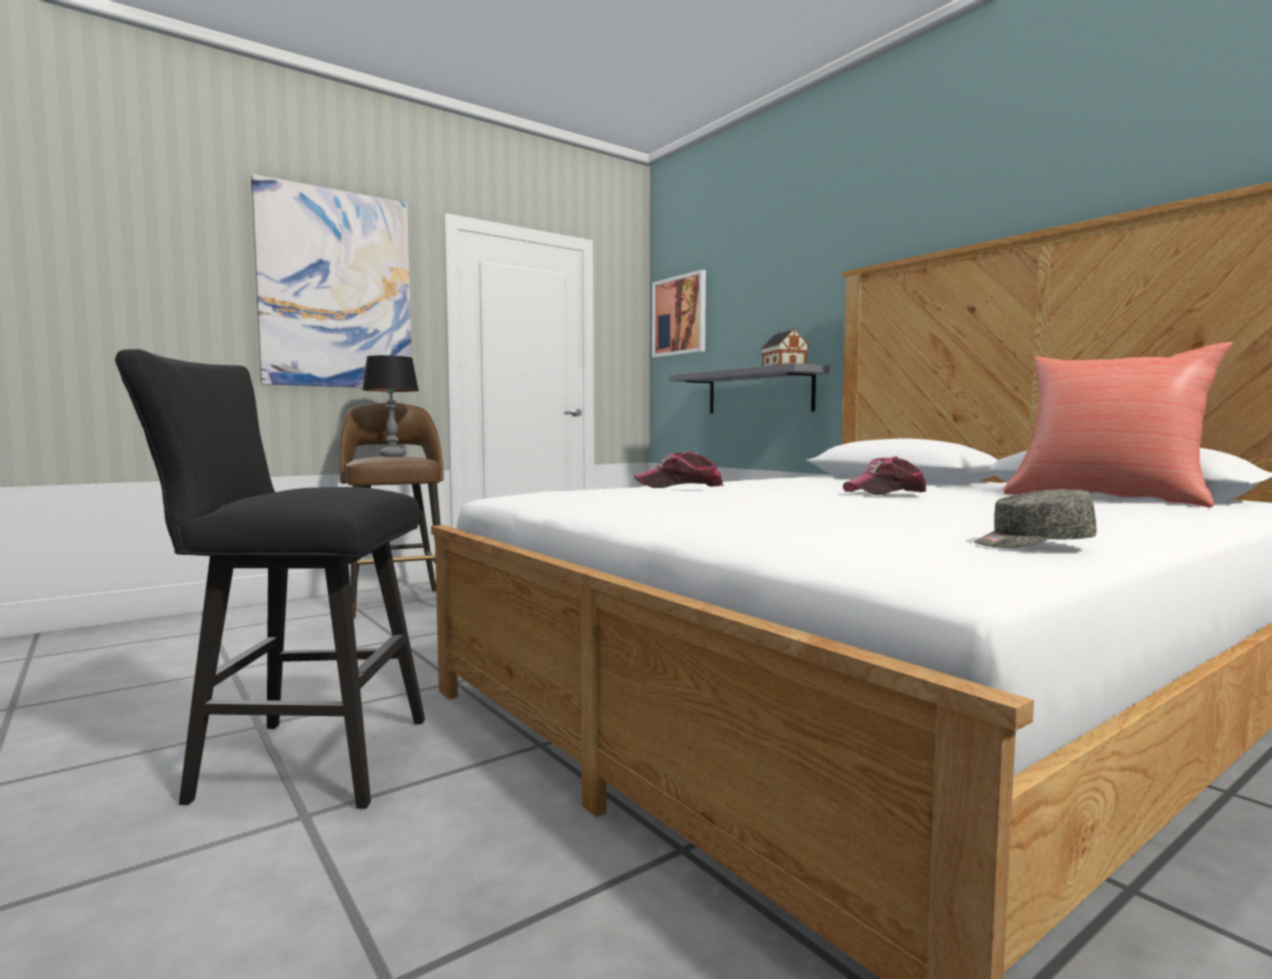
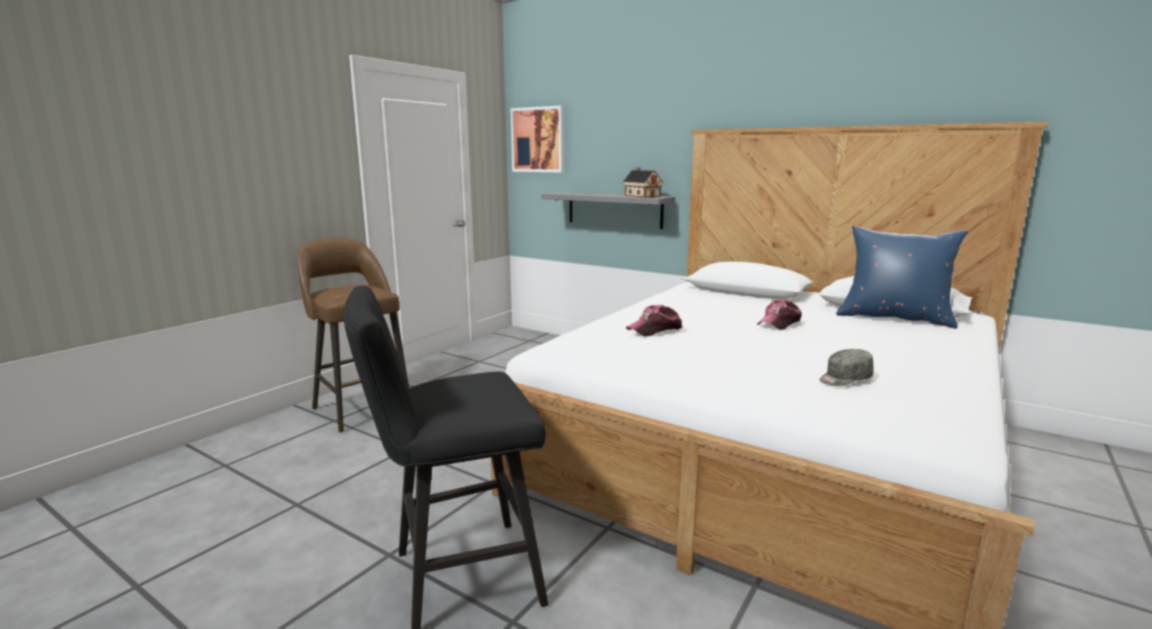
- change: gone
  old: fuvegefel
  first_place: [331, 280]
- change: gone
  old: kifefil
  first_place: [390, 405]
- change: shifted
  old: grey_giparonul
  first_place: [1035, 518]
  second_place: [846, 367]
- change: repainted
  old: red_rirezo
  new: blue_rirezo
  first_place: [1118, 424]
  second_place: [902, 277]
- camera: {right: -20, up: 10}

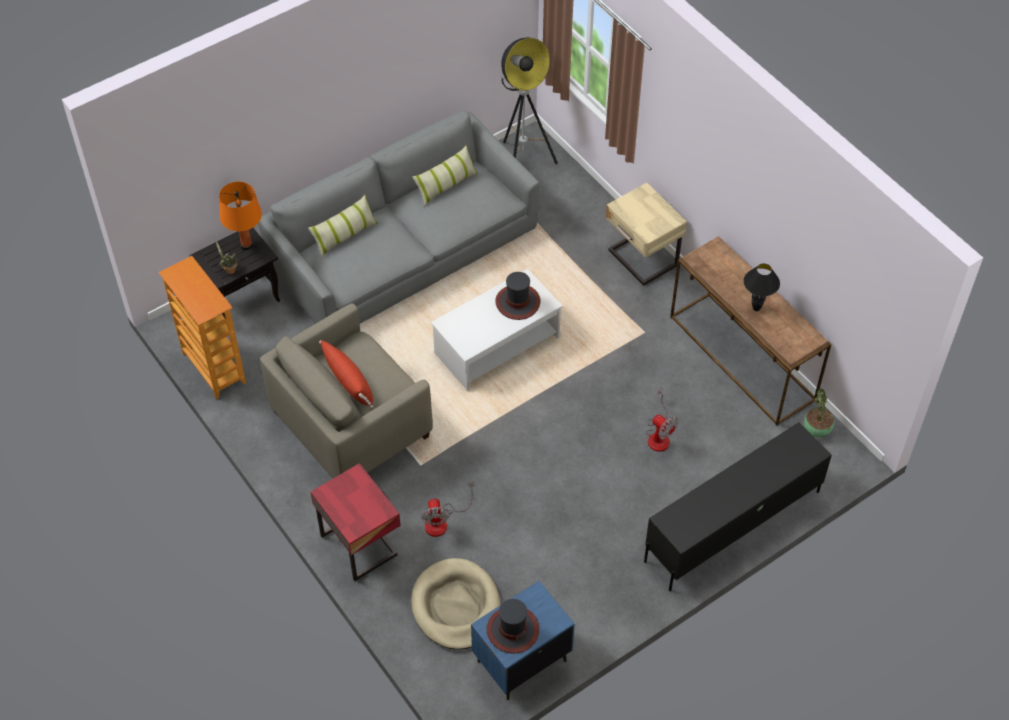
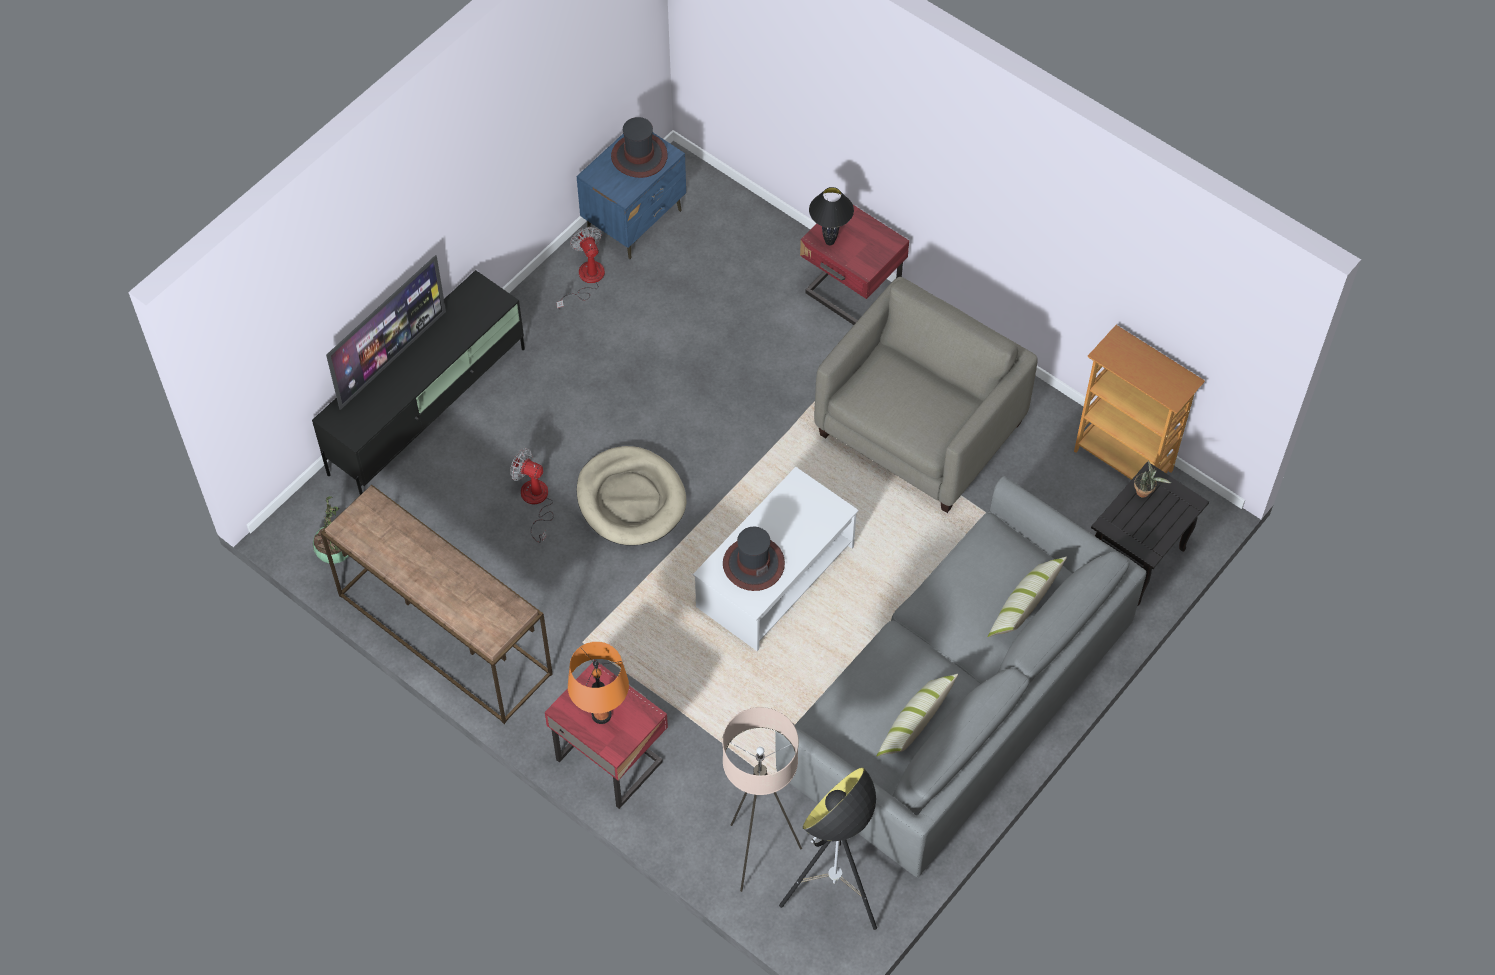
- change: gone
  old: red_rirezo
  first_place: [346, 374]
- change: new
  new: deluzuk
  second_place: [386, 332]
- change: new
  new: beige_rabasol
  second_place: [762, 799]
- change: shifted
  old: orange_kifefil
  first_place: [240, 216]
  second_place: [598, 683]
- change: shifted
  old: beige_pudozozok
  first_place: [455, 604]
  second_place: [631, 496]
- change: shifted
  old: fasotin
  first_place: [447, 509]
  second_place: [580, 268]
- change: shifted
  old: black_kifefil
  first_place: [762, 287]
  second_place: [831, 216]
- change: repainted
  old: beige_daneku
  new: red_daneku
  first_place: [646, 234]
  second_place: [606, 734]
- camera: {right: 165, up: 5}

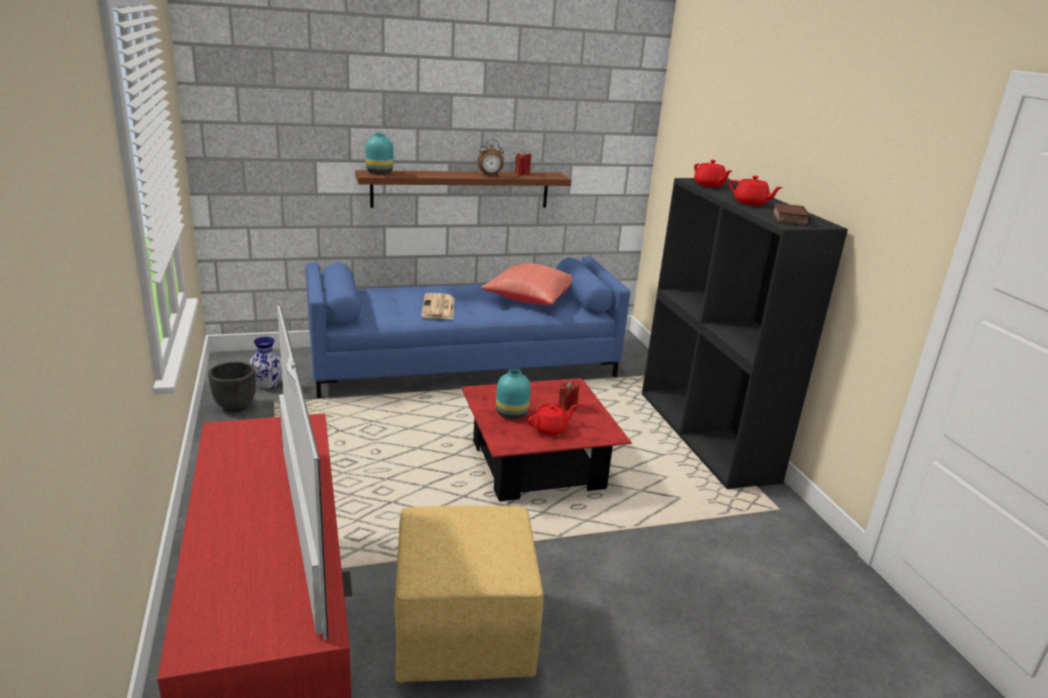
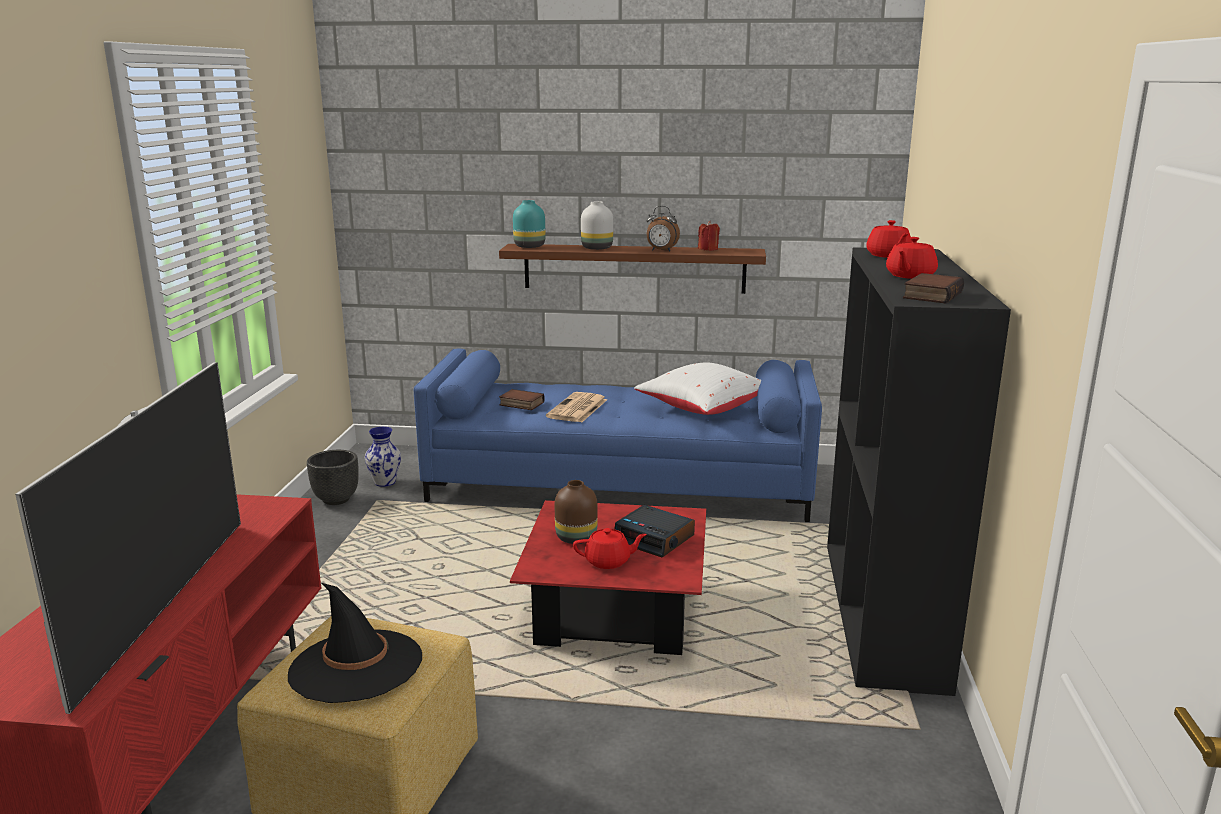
- change: new
  new: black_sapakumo
  second_place: [355, 643]
- change: new
  new: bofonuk
  second_place: [522, 399]
- change: new
  new: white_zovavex
  second_place: [597, 225]
- change: swapped
  old: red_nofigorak
  new: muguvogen
  first_place: [569, 396]
  second_place: [654, 531]
- change: repainted
  old: red_rirezo
  new: white_rirezo
  first_place: [526, 284]
  second_place: [697, 389]
- change: repainted
  old: turquoise_zovavex
  new: brown_zovavex
  first_place: [513, 394]
  second_place: [576, 512]
- change: rotated
  old: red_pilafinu
  first_place: [756, 190]
  second_place: [912, 258]
  degrees: 60
- camera: {right: 25, up: -5}

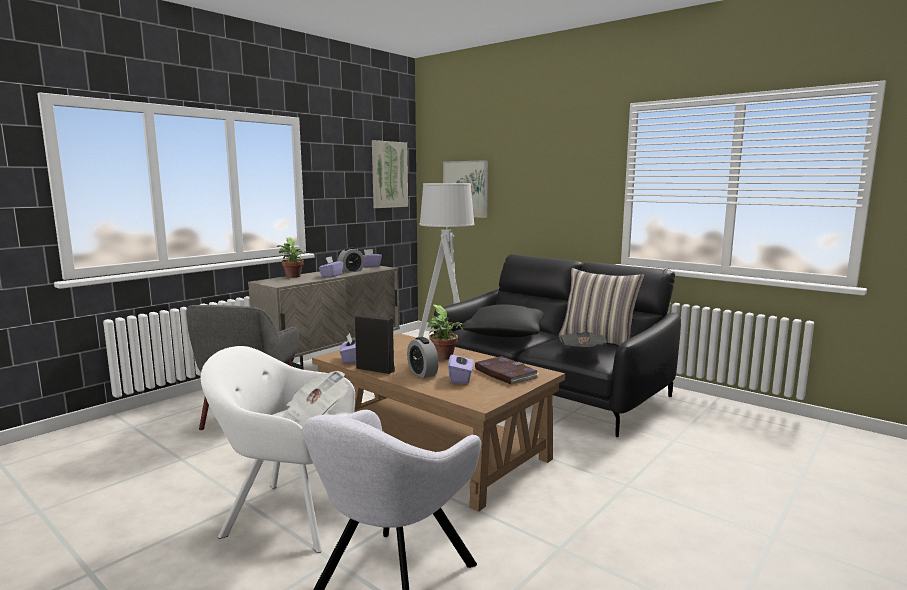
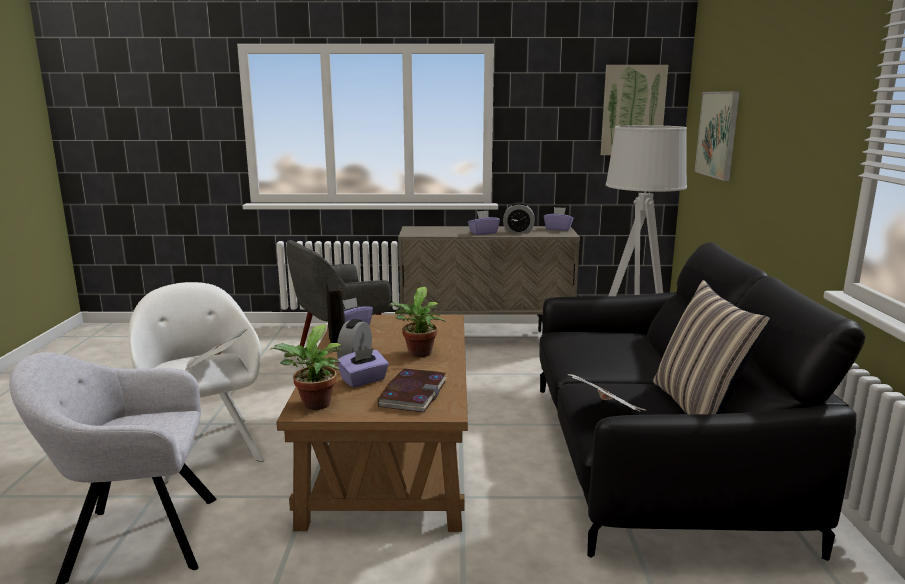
- change: gone
  old: black_rirezo
  first_place: [503, 321]
- change: shifted
  old: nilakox
  first_place: [294, 257]
  second_place: [305, 367]
- camera: {right: 50, up: 5}

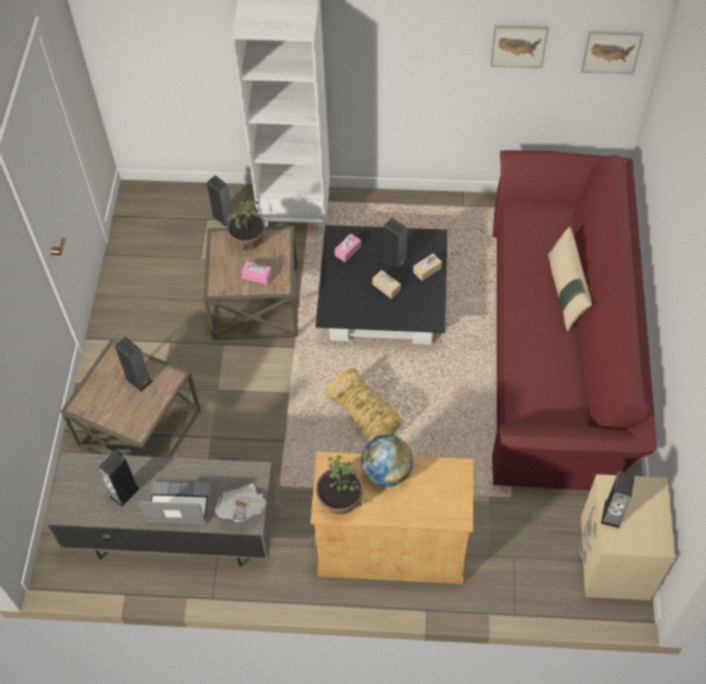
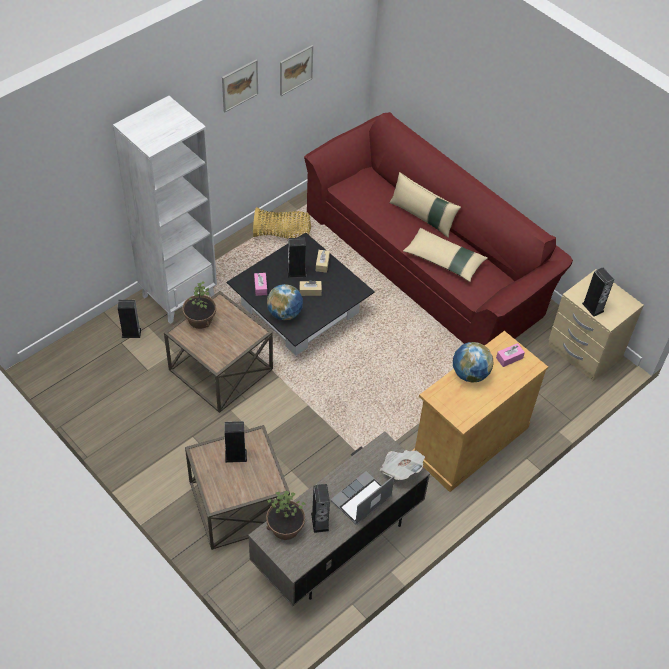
- change: new
  new: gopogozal
  second_place: [285, 302]
- change: new
  new: beige_rirezo
  second_place: [445, 255]
- change: shifted
  old: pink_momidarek
  first_place: [257, 273]
  second_place: [510, 355]
- change: shifted
  old: nilakox
  first_place: [339, 485]
  second_place: [286, 515]
- change: shifted
  old: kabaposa
  first_place: [364, 404]
  second_place: [282, 223]
- change: shifted
  old: fuvegefel
  first_place: [612, 52]
  second_place: [240, 85]
- camera: {right: -50, up: -5}

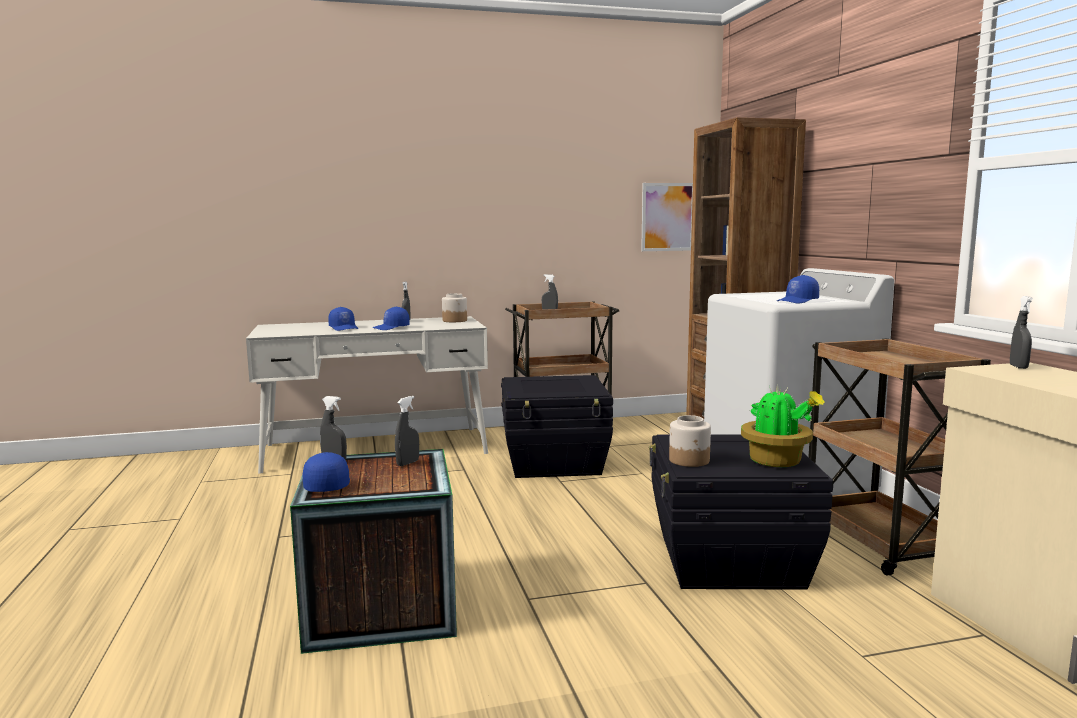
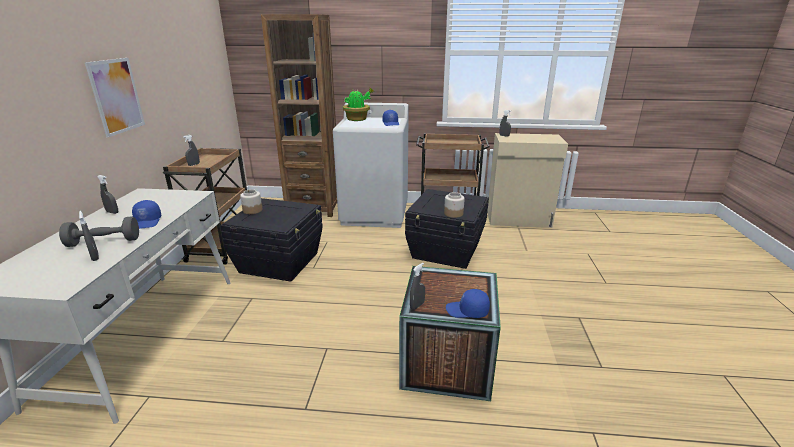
- change: shifted
  old: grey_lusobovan
  first_place: [407, 431]
  second_place: [89, 236]
- change: shifted
  old: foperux
  first_place: [454, 307]
  second_place: [251, 201]
- change: shifted
  old: fuvegefel
  first_place: [667, 217]
  second_place: [115, 97]
- change: shifted
  old: nilakox
  first_place: [783, 426]
  second_place: [359, 104]
- change: swapped
  old: blue_giparonul
  new: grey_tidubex
  first_place: [343, 319]
  second_place: [99, 231]
- camera: {right: -70, up: 15}

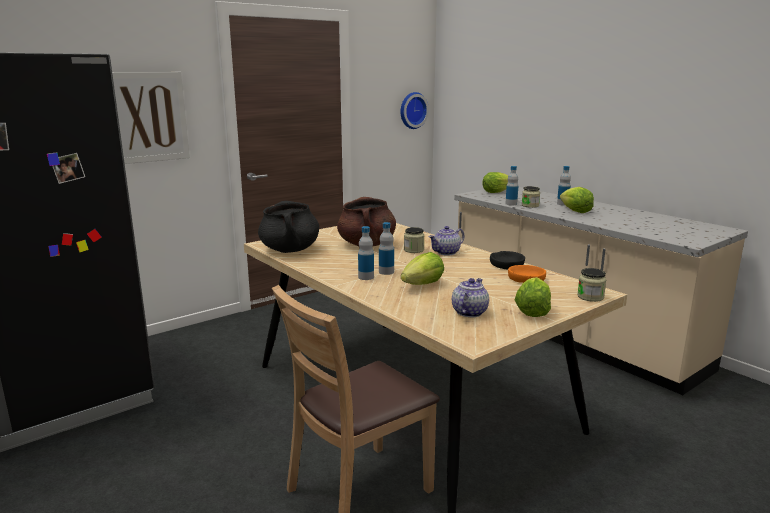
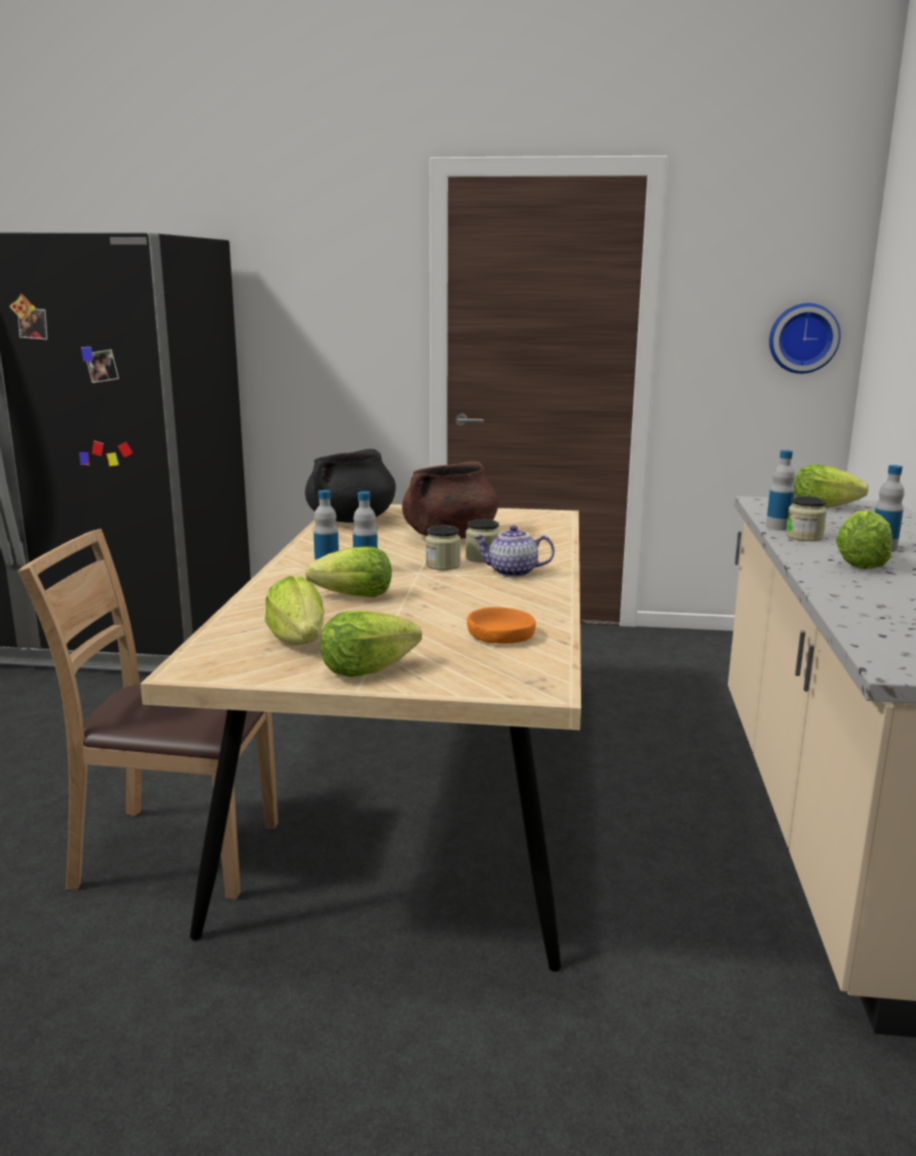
- change: gone
  old: fuvegefel
  first_place: [151, 118]
- change: gone
  old: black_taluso
  first_place: [507, 260]
- change: shifted
  old: foperux
  first_place: [591, 285]
  second_place: [443, 547]
- change: swapped
  old: pilafinu
  new: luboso
  first_place: [470, 297]
  second_place: [295, 610]
- camera: {right: 45, up: 0}

